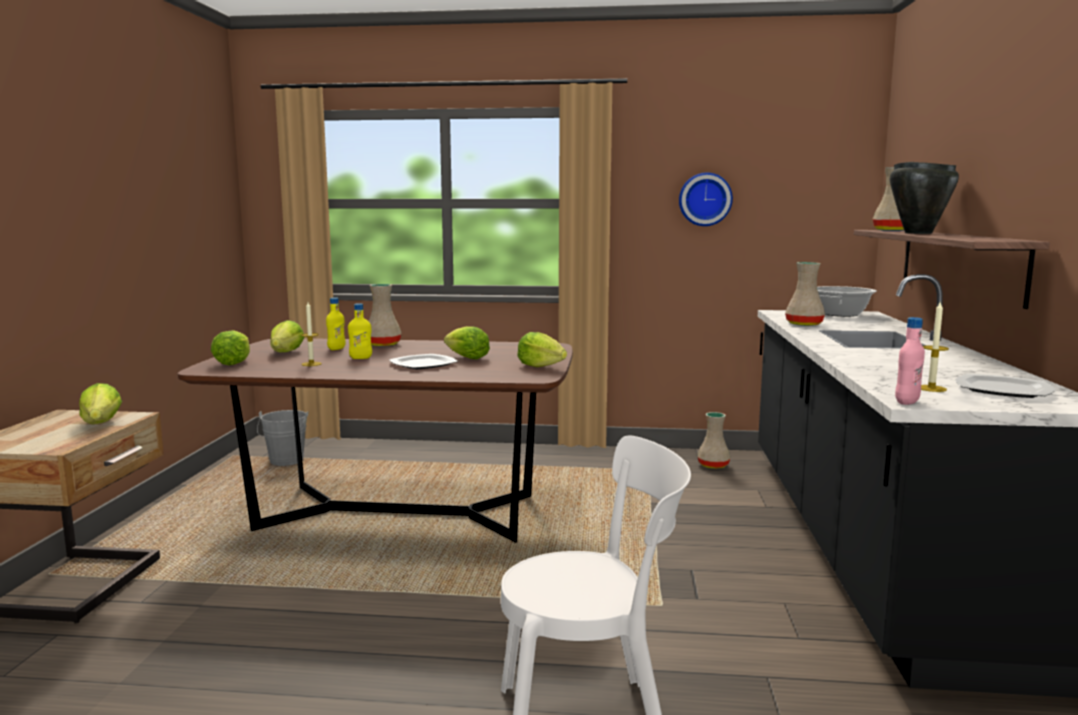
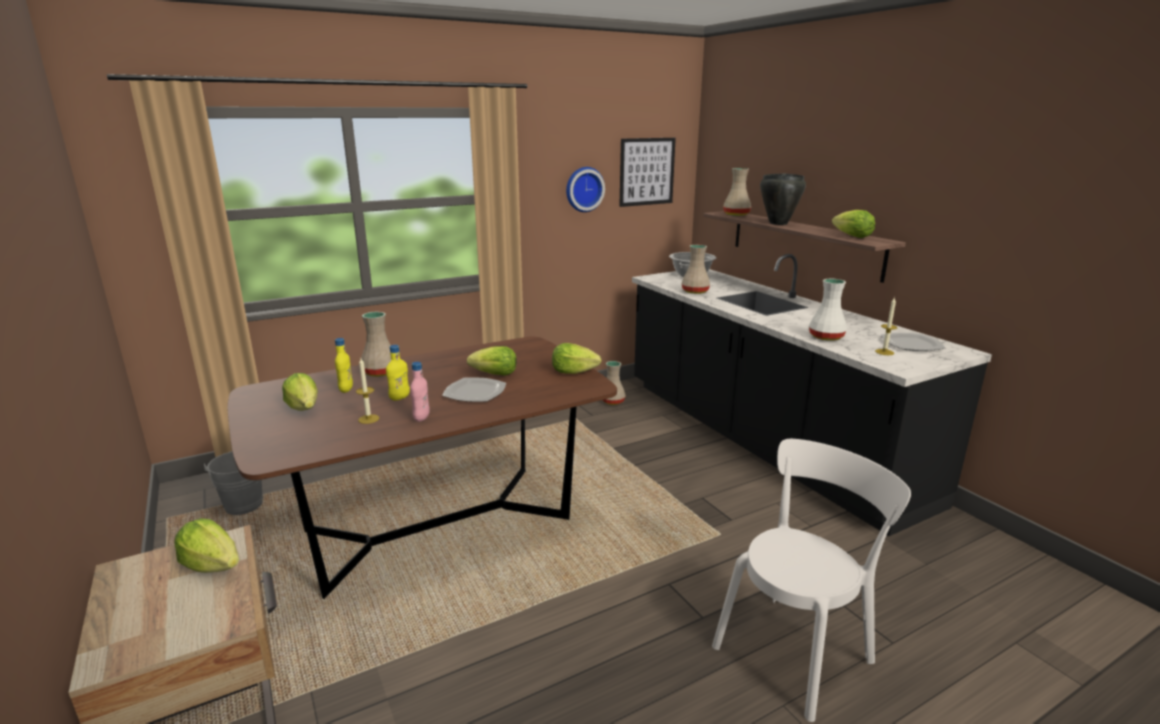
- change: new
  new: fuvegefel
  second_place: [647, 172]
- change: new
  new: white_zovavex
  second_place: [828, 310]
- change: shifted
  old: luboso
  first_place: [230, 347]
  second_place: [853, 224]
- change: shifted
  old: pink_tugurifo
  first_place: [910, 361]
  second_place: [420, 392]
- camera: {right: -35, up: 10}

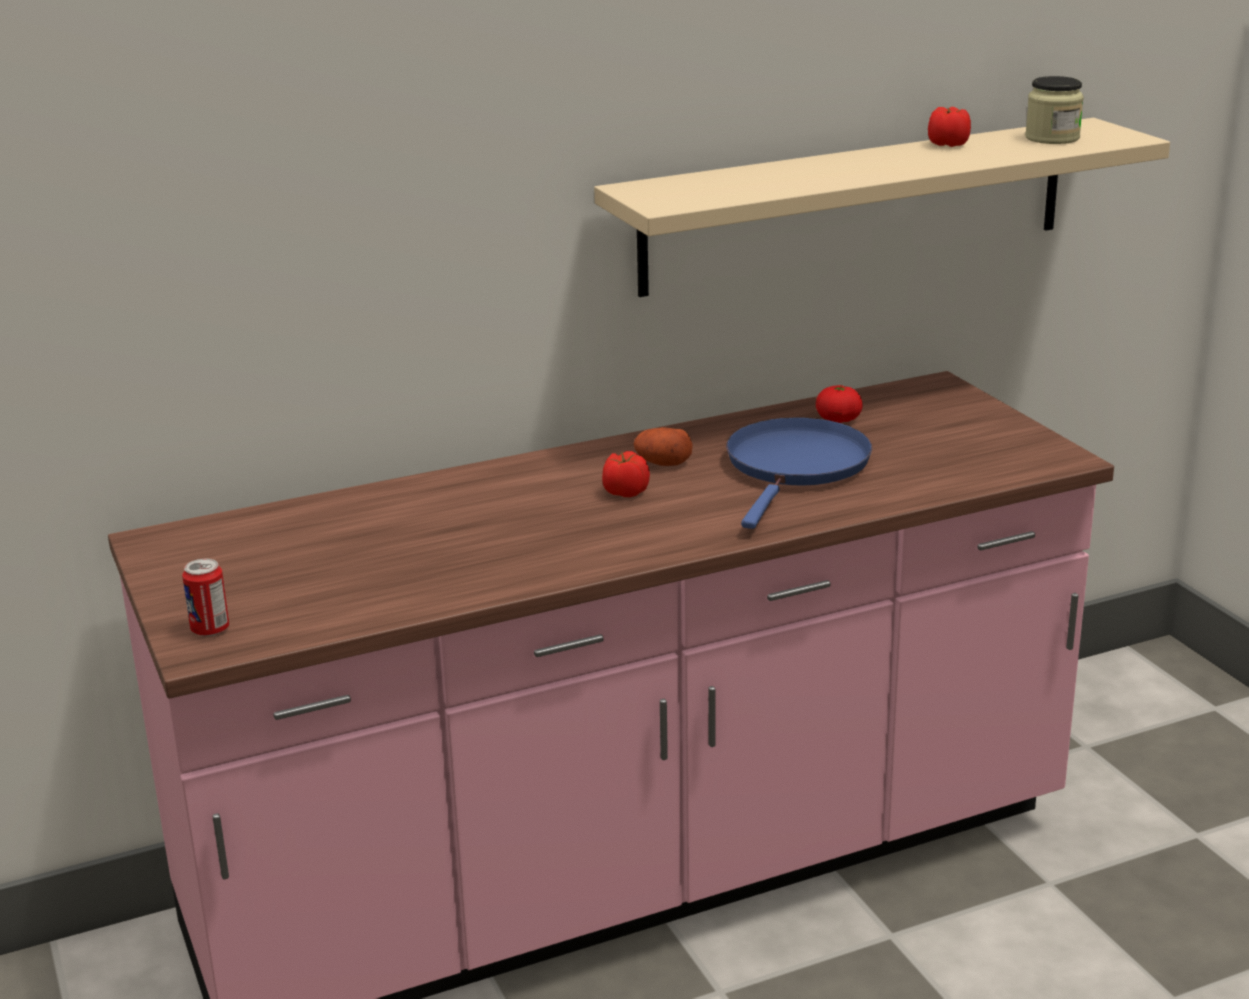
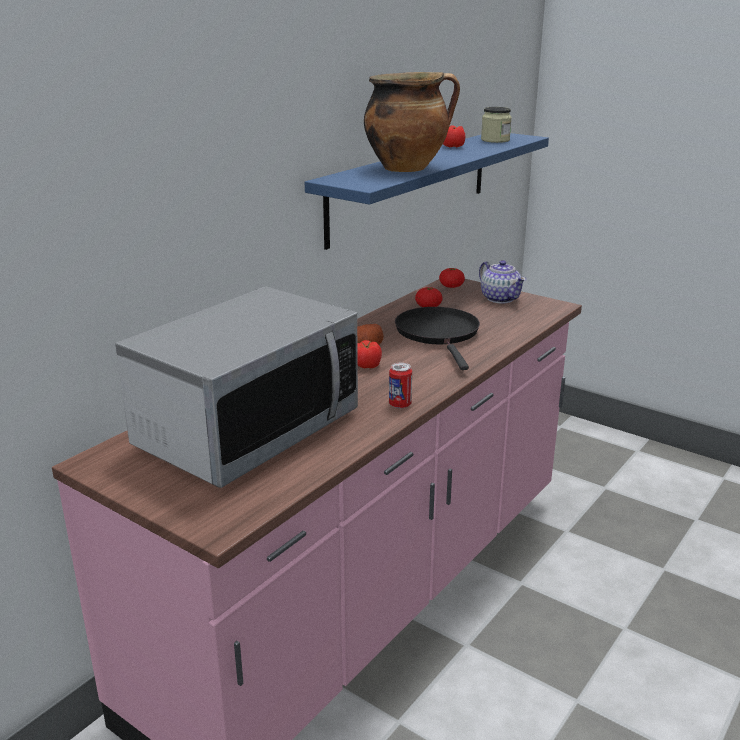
- change: new
  new: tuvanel
  second_place: [236, 387]
- change: new
  new: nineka
  second_place: [412, 122]
- change: new
  new: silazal
  second_place: [452, 278]
- change: new
  new: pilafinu
  second_place: [502, 281]
- change: shifted
  old: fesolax
  first_place: [205, 597]
  second_place: [400, 385]
- change: repainted
  old: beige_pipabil
  new: blue_pipabil
  first_place: [882, 207]
  second_place: [427, 191]
- change: repainted
  old: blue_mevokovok
  new: black_mevokovok
  first_place: [799, 473]
  second_place: [437, 338]
- camera: {right: -30, up: 0}

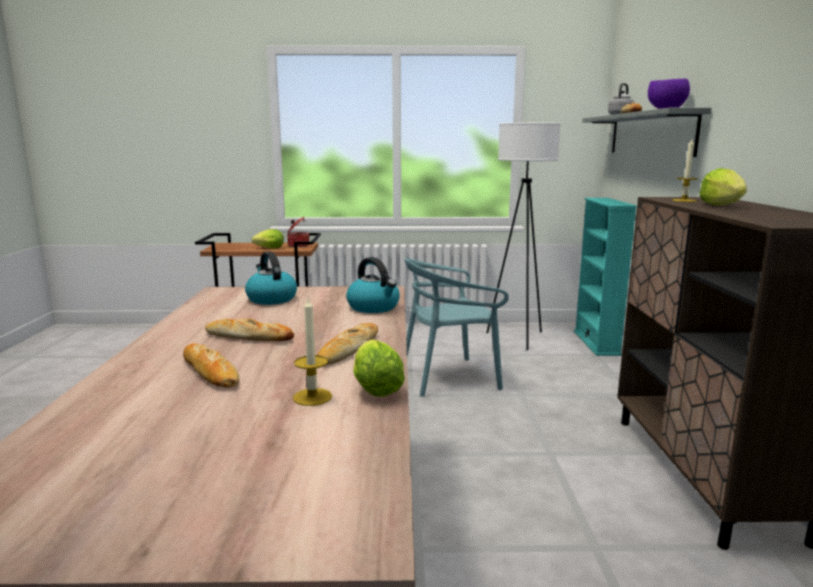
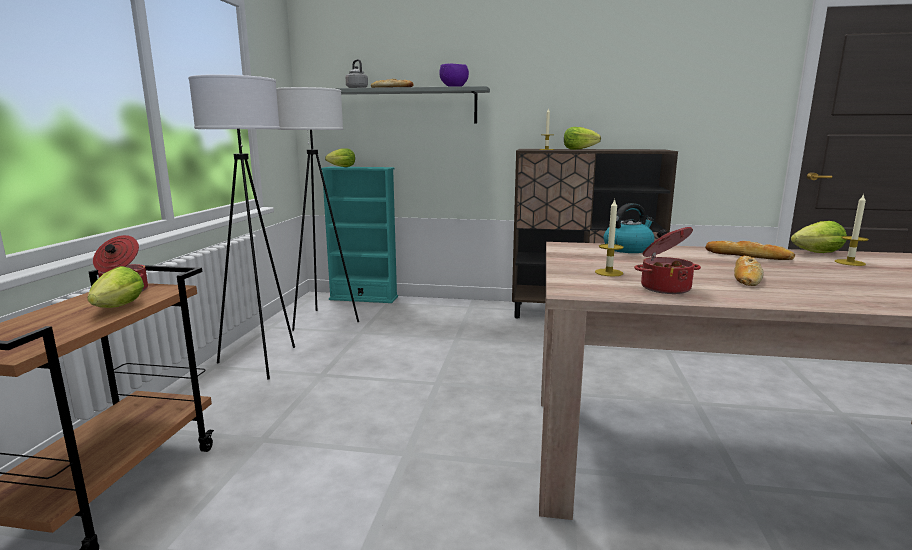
- change: gone
  old: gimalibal
  first_place: [211, 365]
- change: gone
  old: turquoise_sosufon
  first_place: [457, 327]
- change: new
  new: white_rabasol
  second_place: [241, 227]
- change: new
  new: luboso
  second_place: [340, 157]
- change: new
  new: nineka
  second_place: [667, 260]
- change: swapped
  old: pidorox
  new: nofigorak
  first_place: [271, 278]
  second_place: [609, 237]
- camera: {right: -80, up: 0}

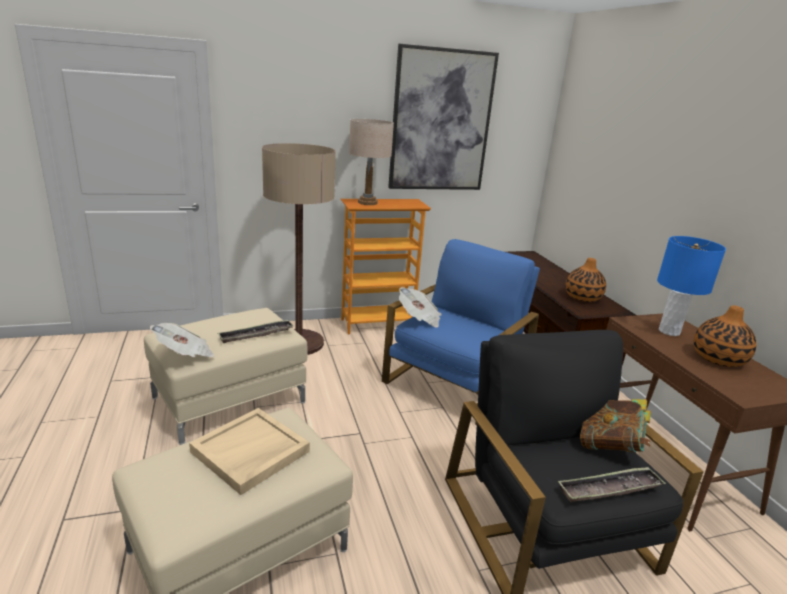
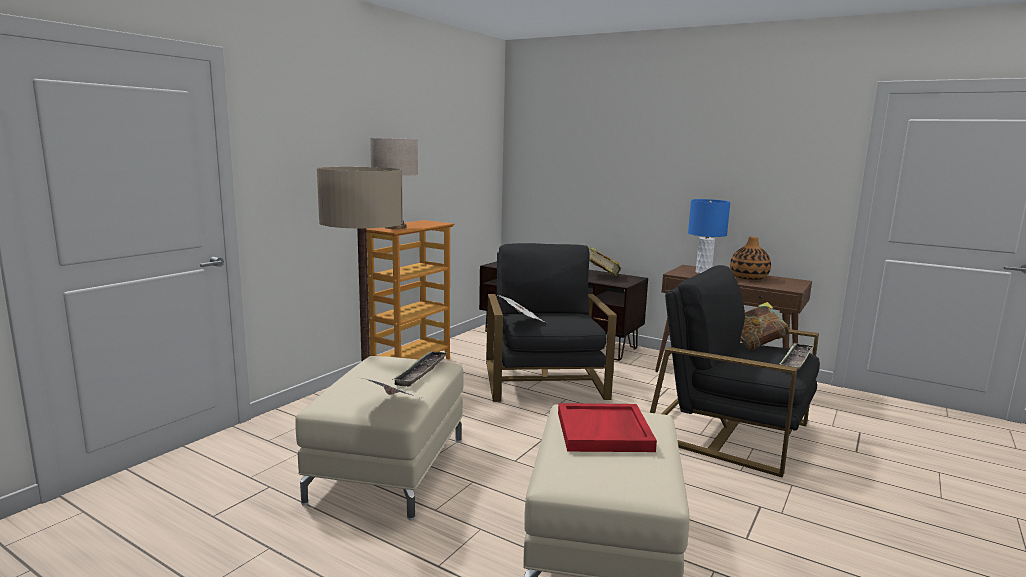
- change: gone
  old: fuvegefel
  first_place: [443, 117]
- change: swapped
  old: zovavex
  new: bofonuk
  first_place: [585, 280]
  second_place: [605, 261]
- change: repainted
  old: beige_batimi
  new: red_batimi
  first_place: [249, 451]
  second_place: [607, 427]
- change: repainted
  old: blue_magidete
  new: black_magidete
  first_place: [461, 332]
  second_place: [551, 322]
- camera: {right: -40, up: -10}

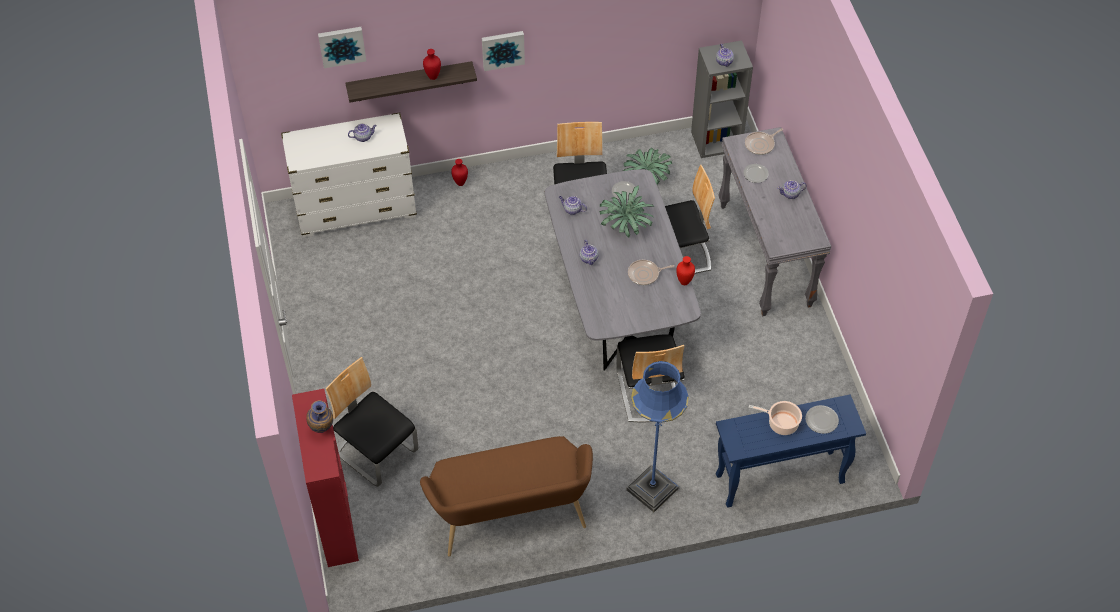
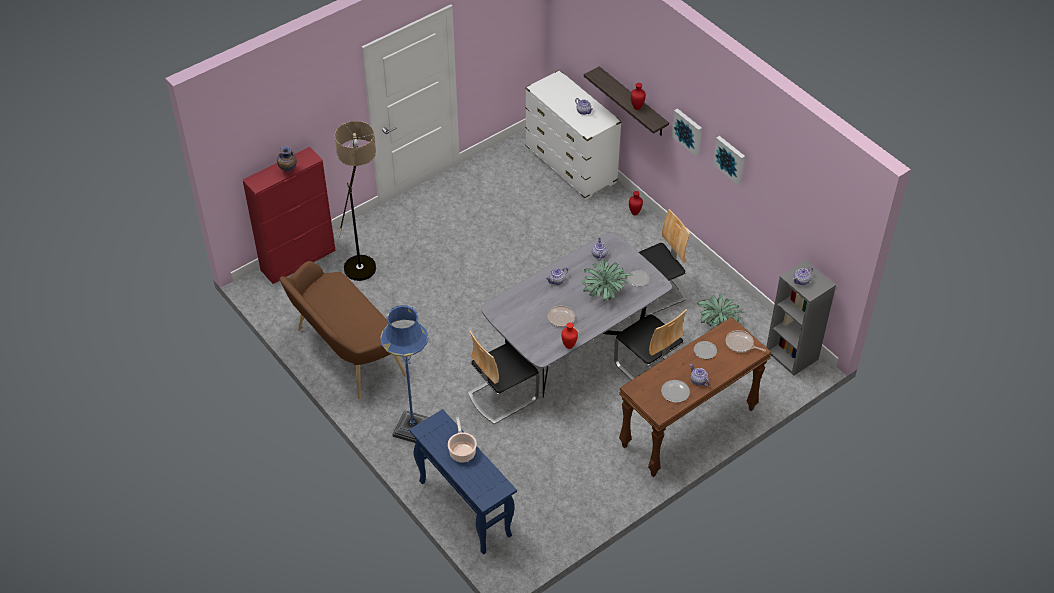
- change: shifted
  old: fuvegefel
  first_place: [342, 47]
  second_place: [729, 160]
- change: shifted
  old: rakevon
  first_place: [822, 419]
  second_place: [675, 391]
- change: swapped
  old: sosufon
  new: rabasol
  first_place: [372, 422]
  second_place: [355, 201]
- change: repainted
  old: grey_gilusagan
  new: brown_gilusagan
  first_place: [775, 221]
  second_place: [695, 397]
- camera: {right: 65, up: -5}

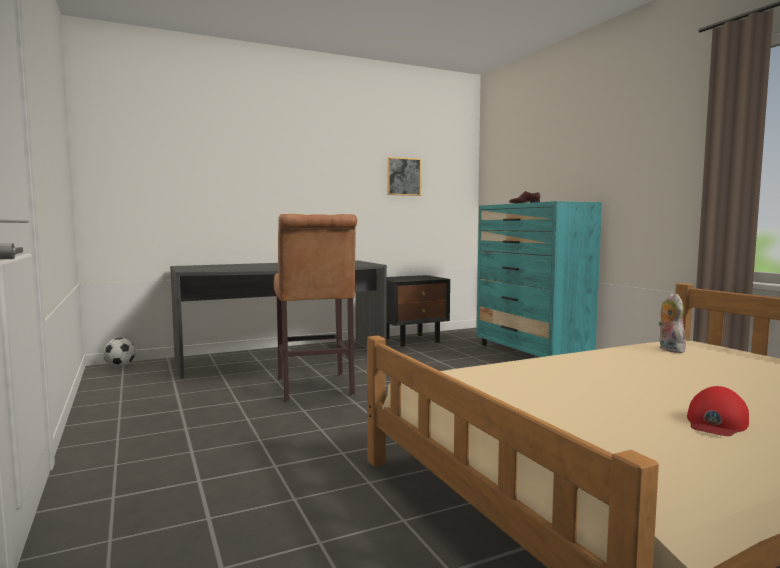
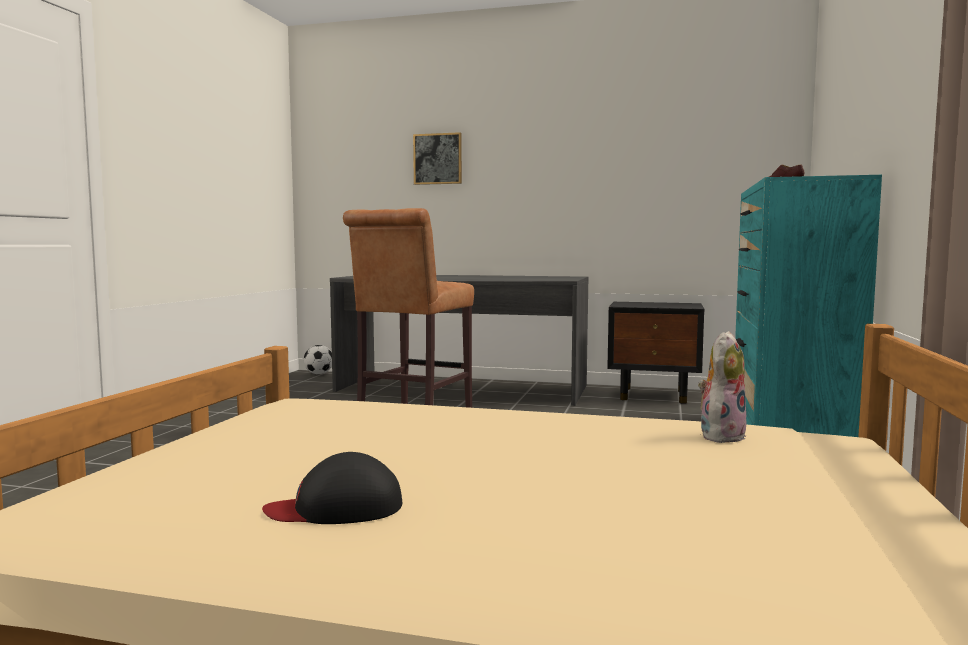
- change: shifted
  old: fuvegefel
  first_place: [404, 176]
  second_place: [437, 158]
- change: repainted
  old: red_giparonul
  new: black_giparonul
  first_place: [718, 411]
  second_place: [332, 488]
- camera: {right: 40, up: 0}

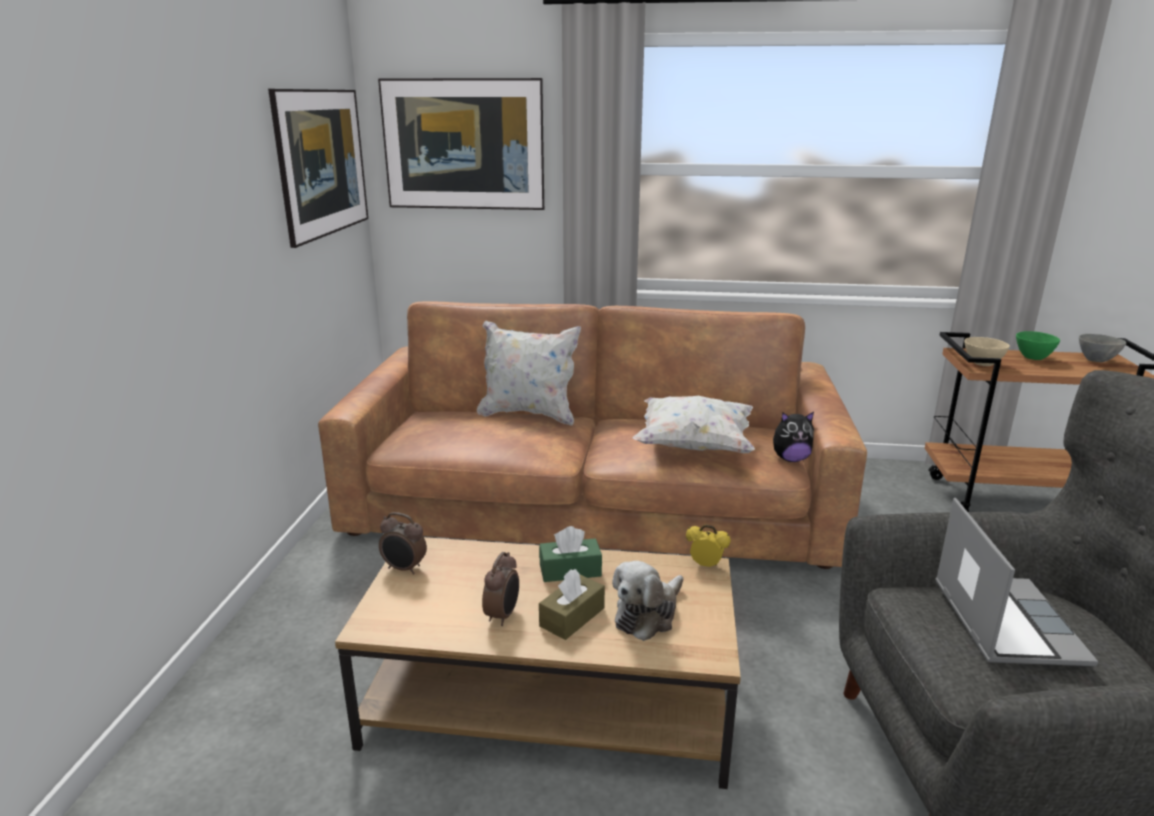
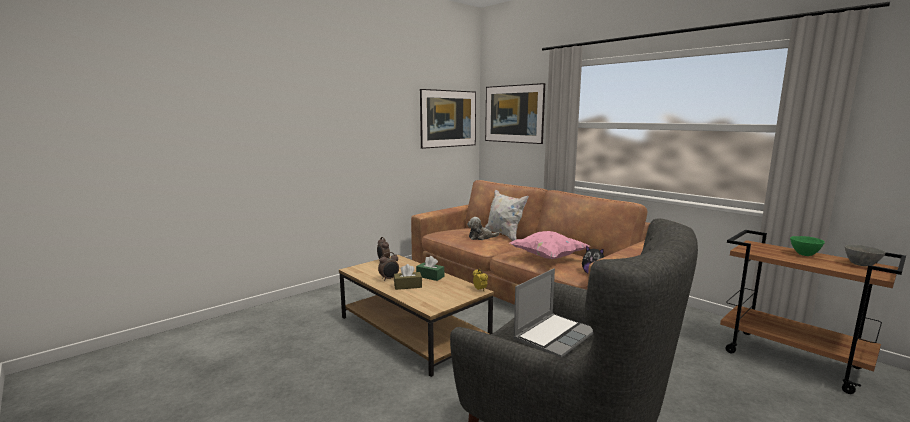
- change: gone
  old: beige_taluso
  first_place: [987, 351]
- change: shifted
  old: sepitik
  first_place: [647, 601]
  second_place: [483, 228]
- change: repainted
  old: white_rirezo
  new: pink_rirezo
  first_place: [694, 424]
  second_place: [550, 245]
- camera: {right: 40, up: -10}

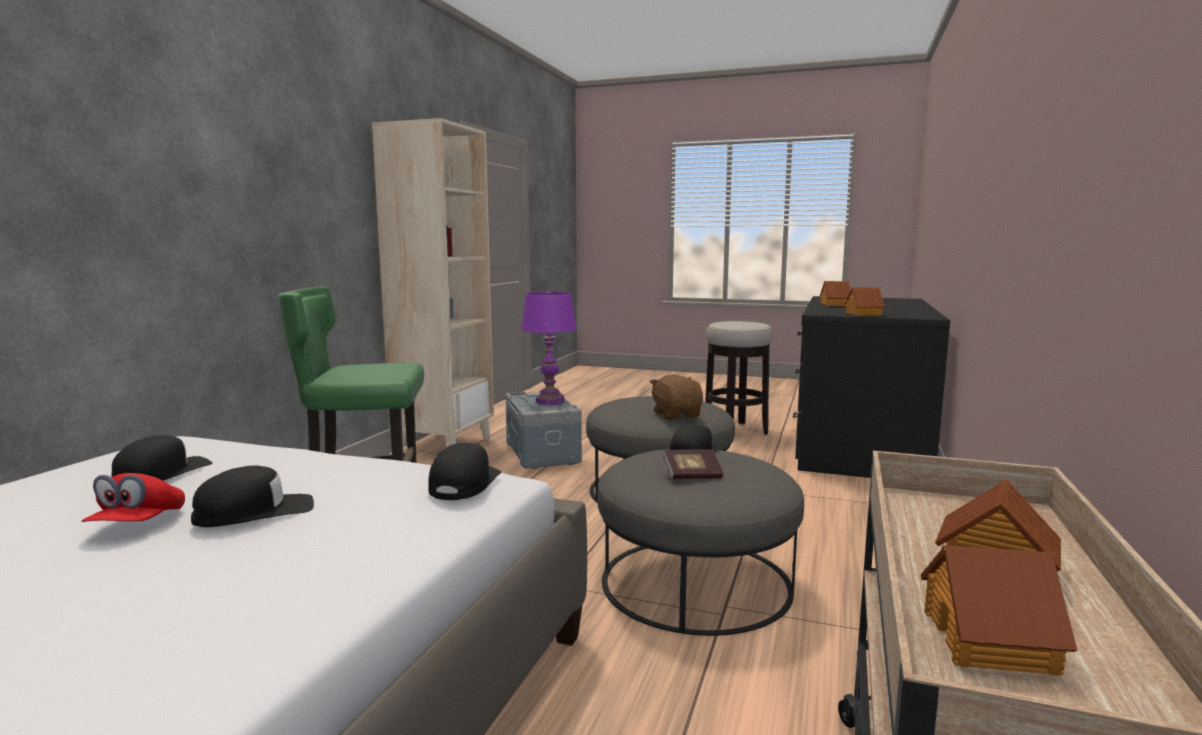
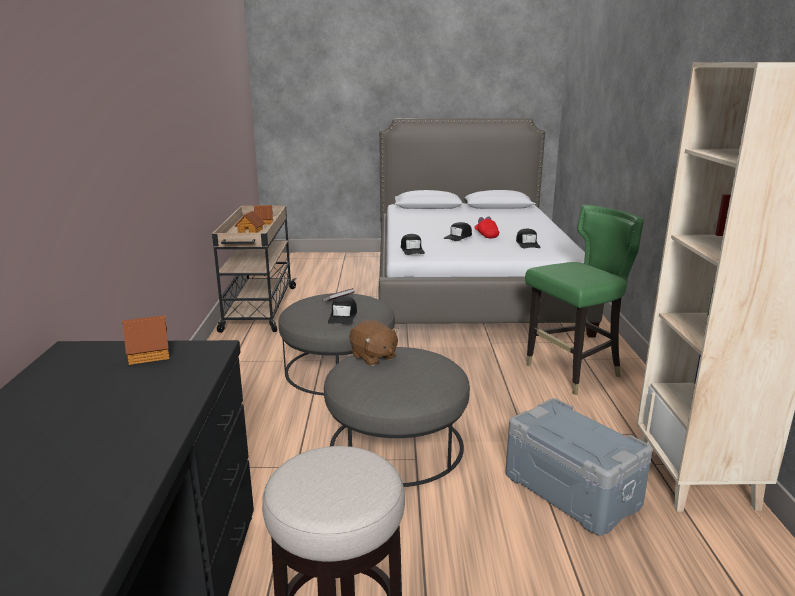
- change: gone
  old: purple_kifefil
  first_place: [549, 348]
- change: gone
  old: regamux
  first_place: [835, 293]
- camera: {right: 160, up: 10}

